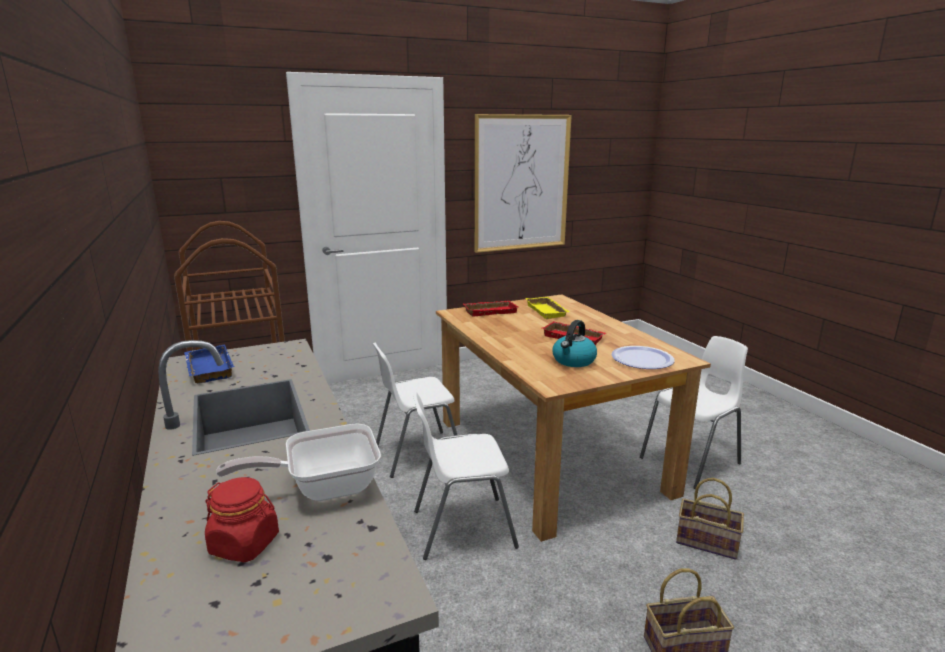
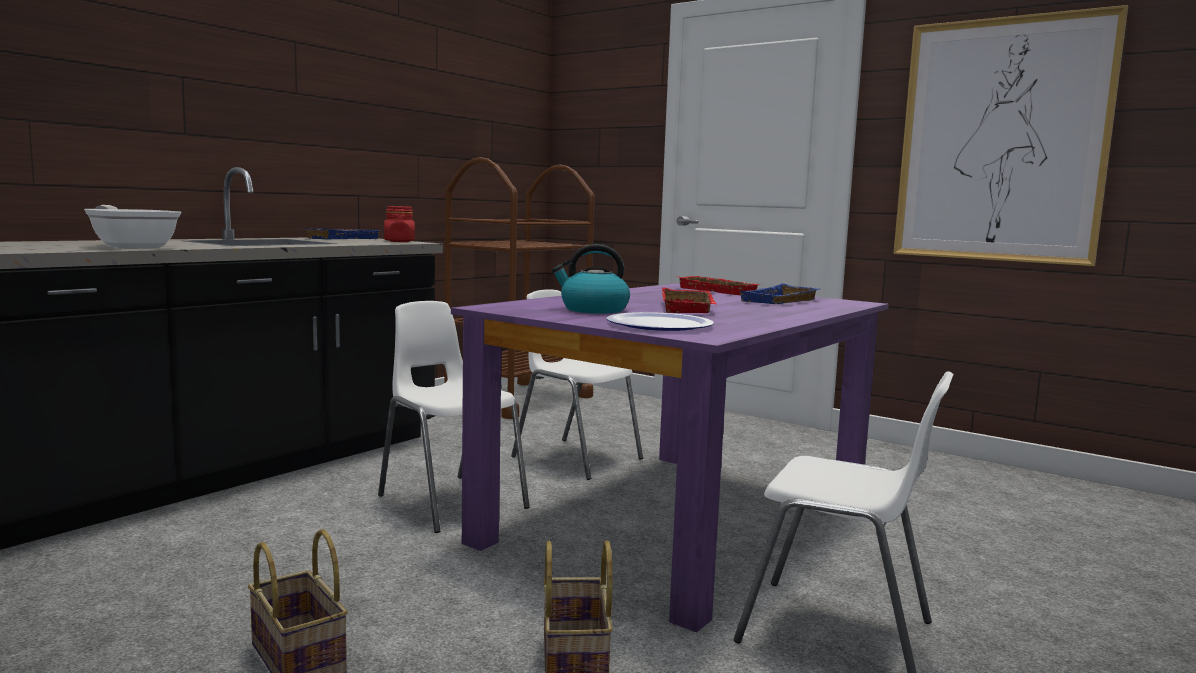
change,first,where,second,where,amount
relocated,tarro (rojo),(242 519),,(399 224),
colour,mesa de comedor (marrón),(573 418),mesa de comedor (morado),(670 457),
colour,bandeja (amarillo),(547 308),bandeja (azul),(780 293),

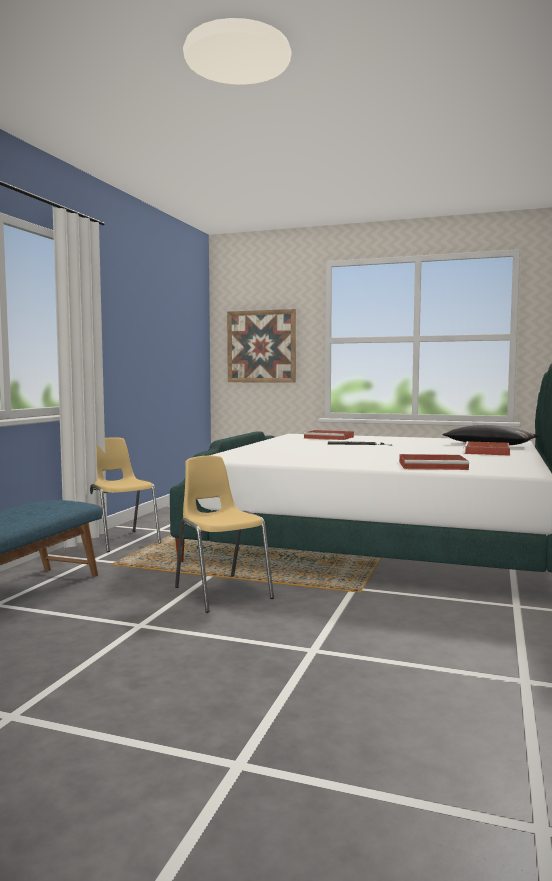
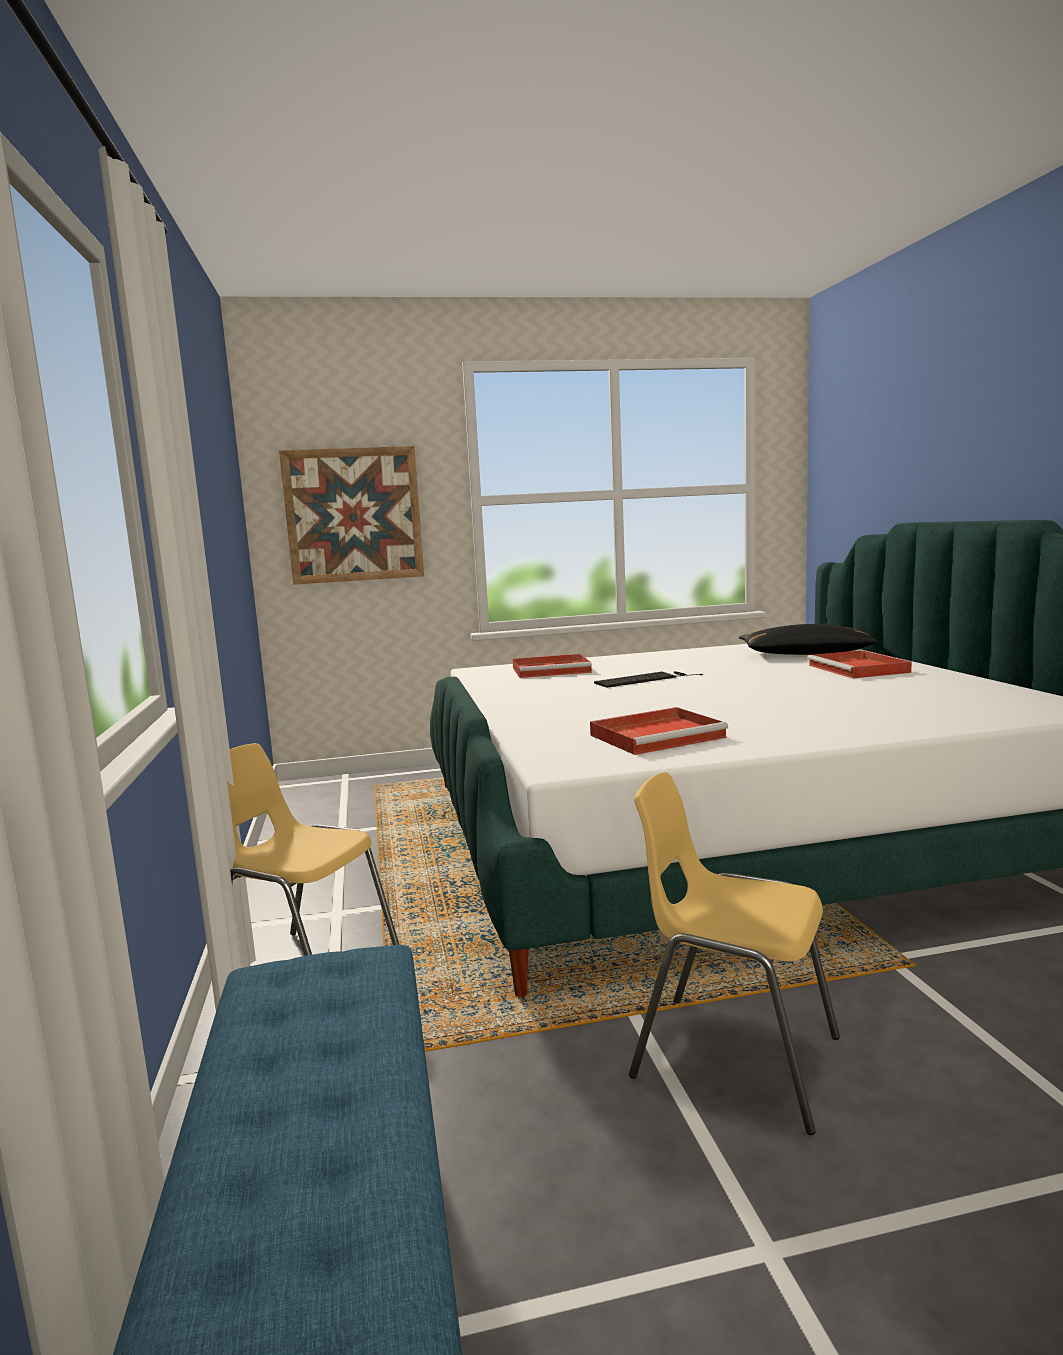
change,first,where,second,where,amount
relocated,bandeja (rojo),(434 462),,(659 731),

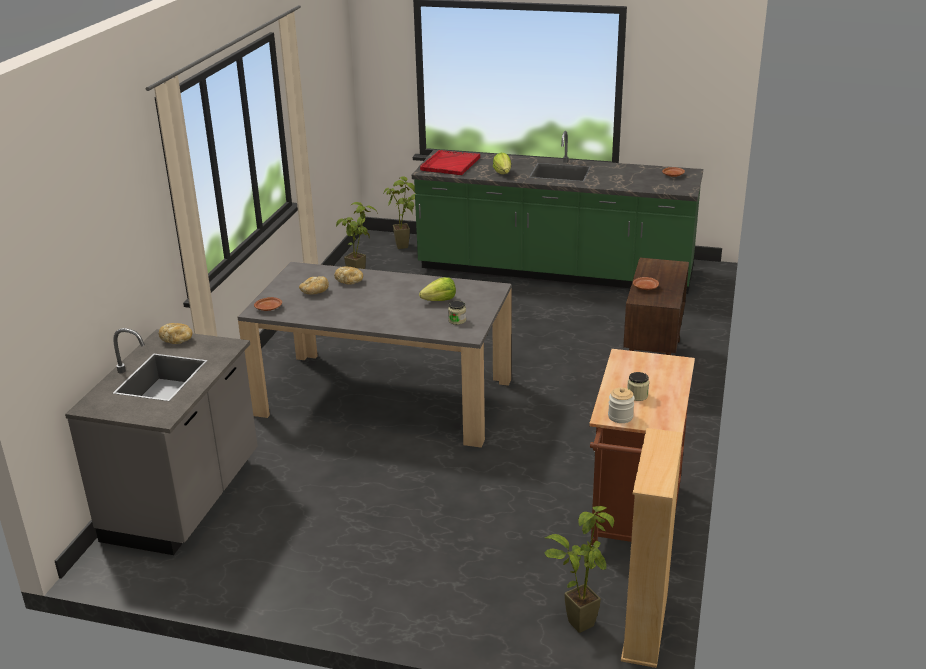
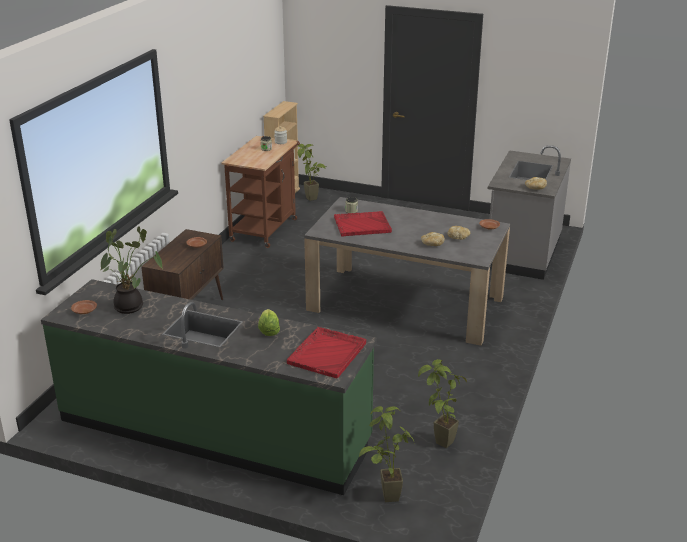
change,first,where,second,where,amount
exchanged,lechuga,(437 289),bandeja (rojo),(363 223),
appeared,,,planta en maceta,(132 270),

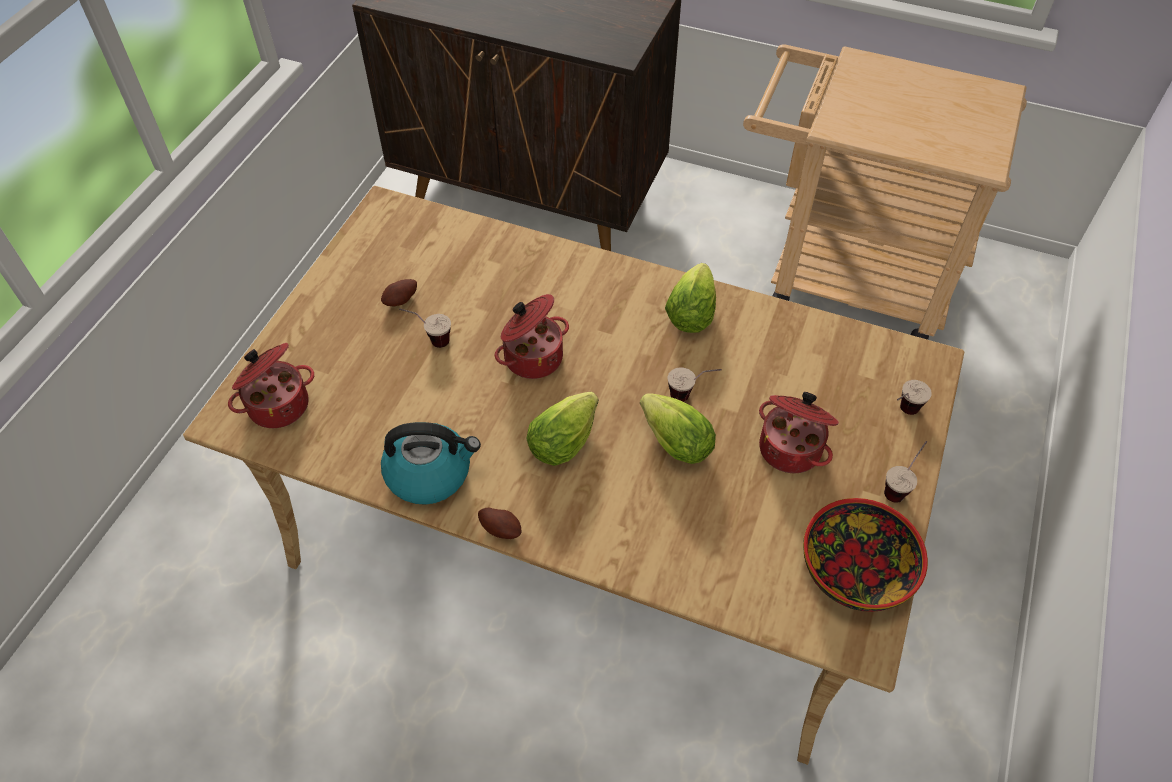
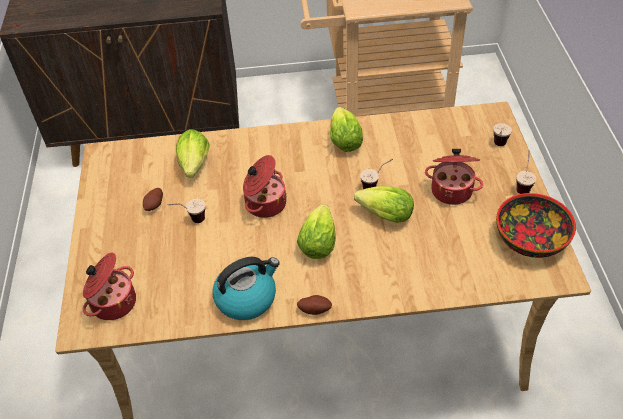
change,first,where,second,where,amount
appeared,,,lechuga,(192 153),

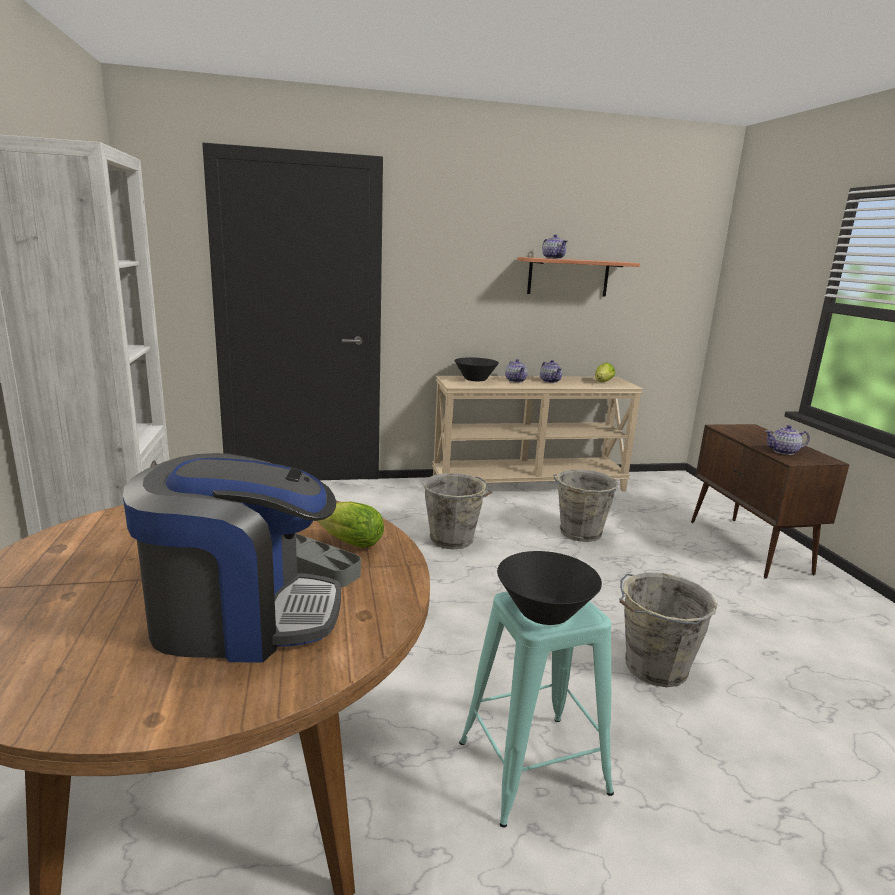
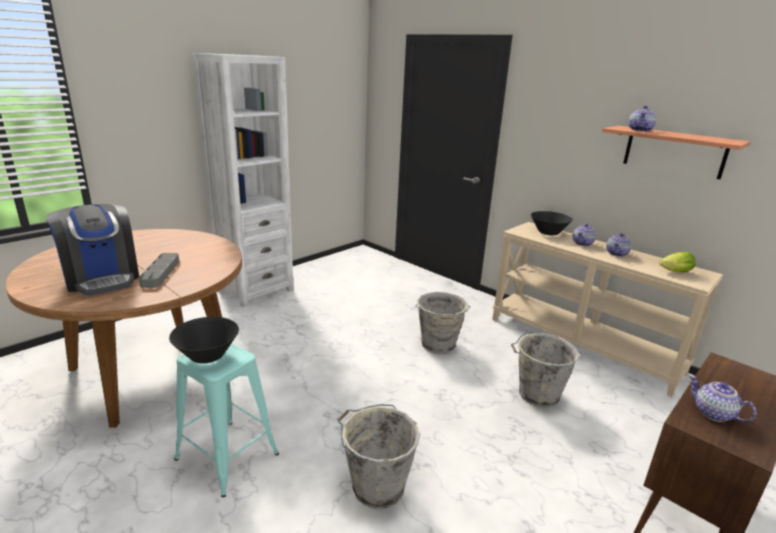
change,first,where,second,where,amount
missing,lechuga,(350 524),,,

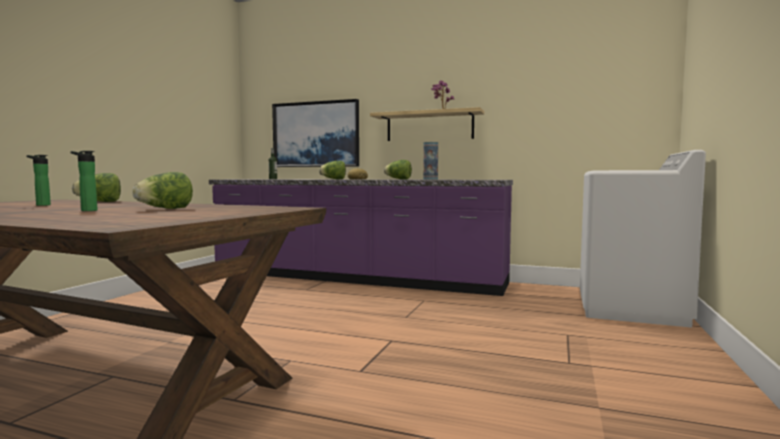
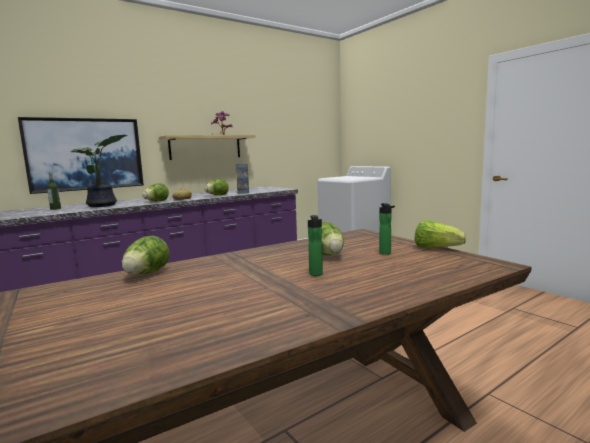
change,first,where,second,where,amount
relocated,botella,(38 180),,(387 229),
appeared,,,planta en maceta,(99 171),
appeared,,,lechuga,(440 234),

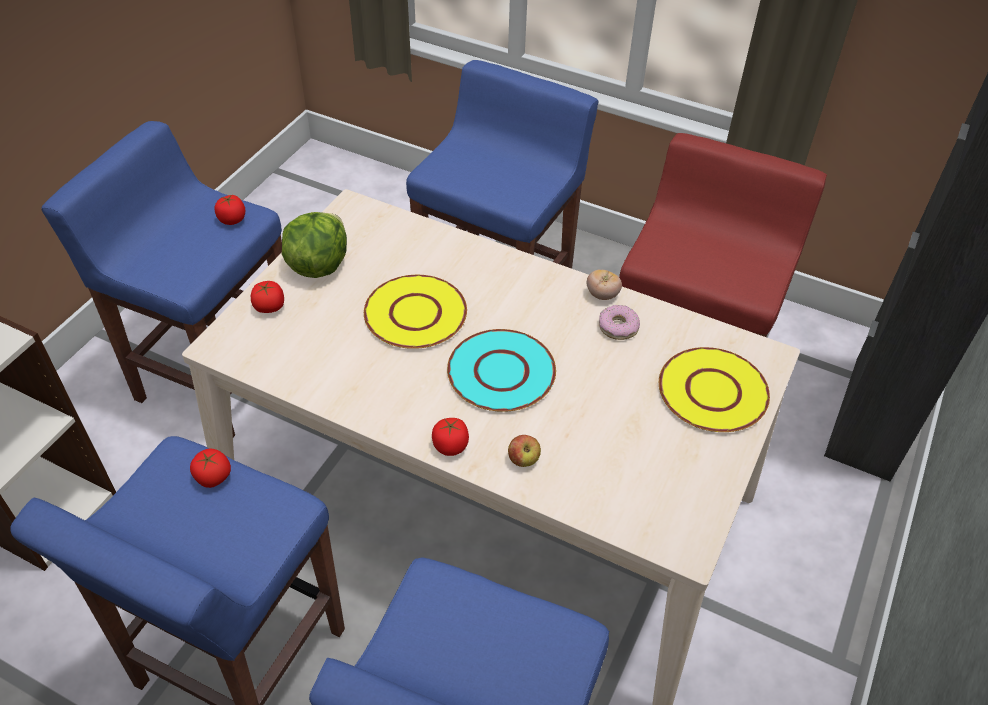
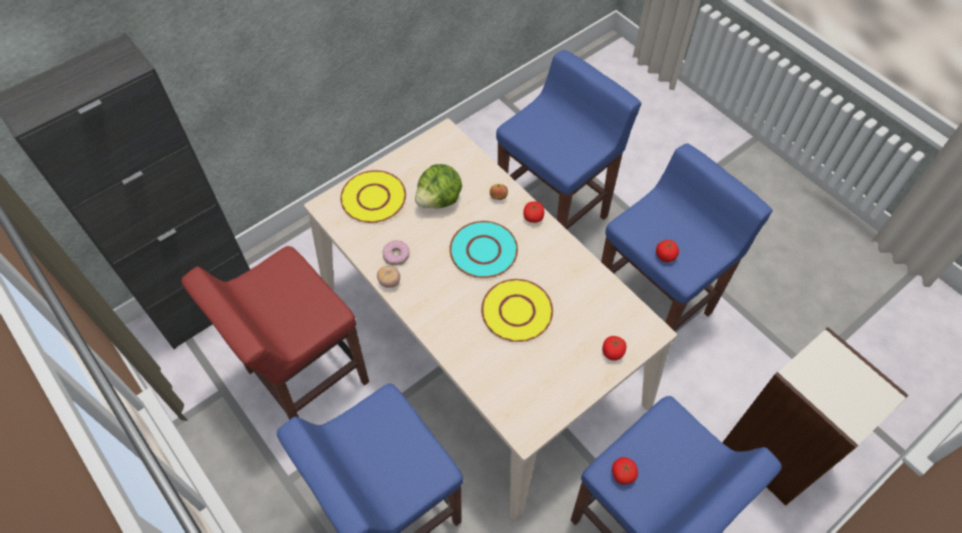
change,first,where,second,where,amount
relocated,lechuga,(314 245),,(438 186),

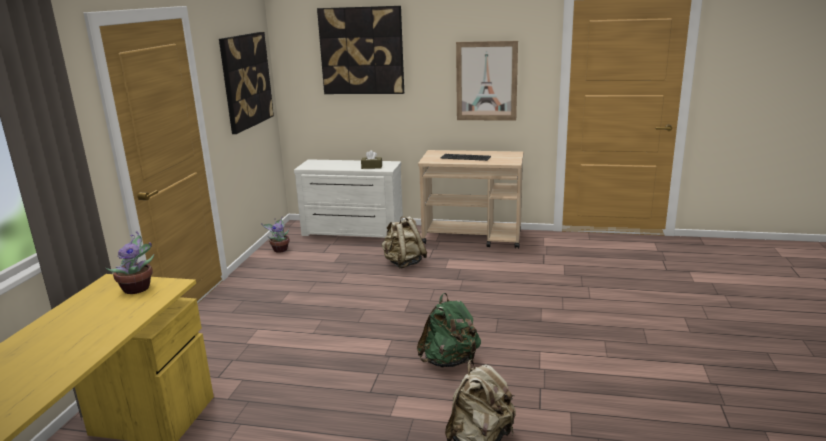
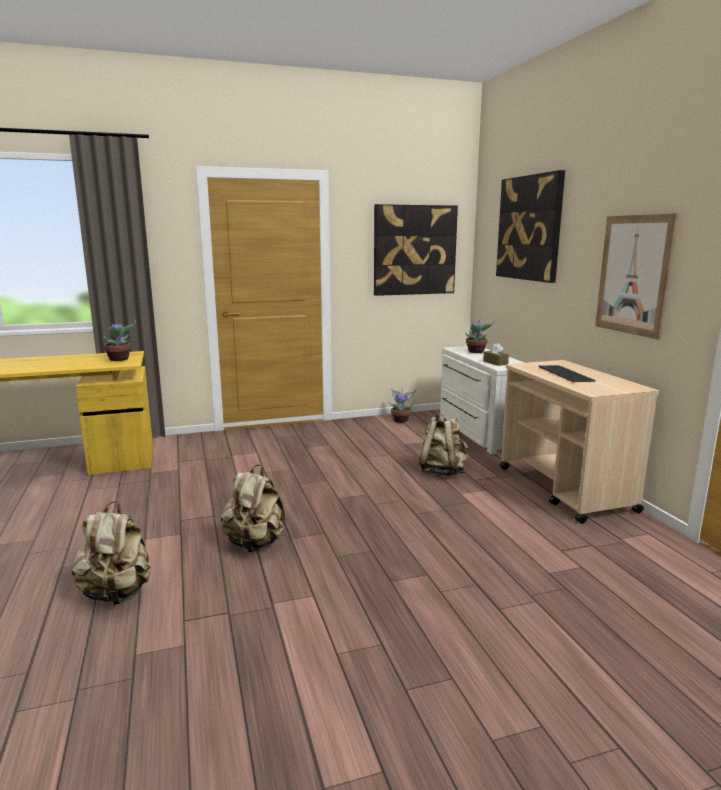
change,first,where,second,where,amount
colour,mochila (verde),(449 330),mochila (beis),(253 508),
appeared,,,planta en maceta,(480 335),

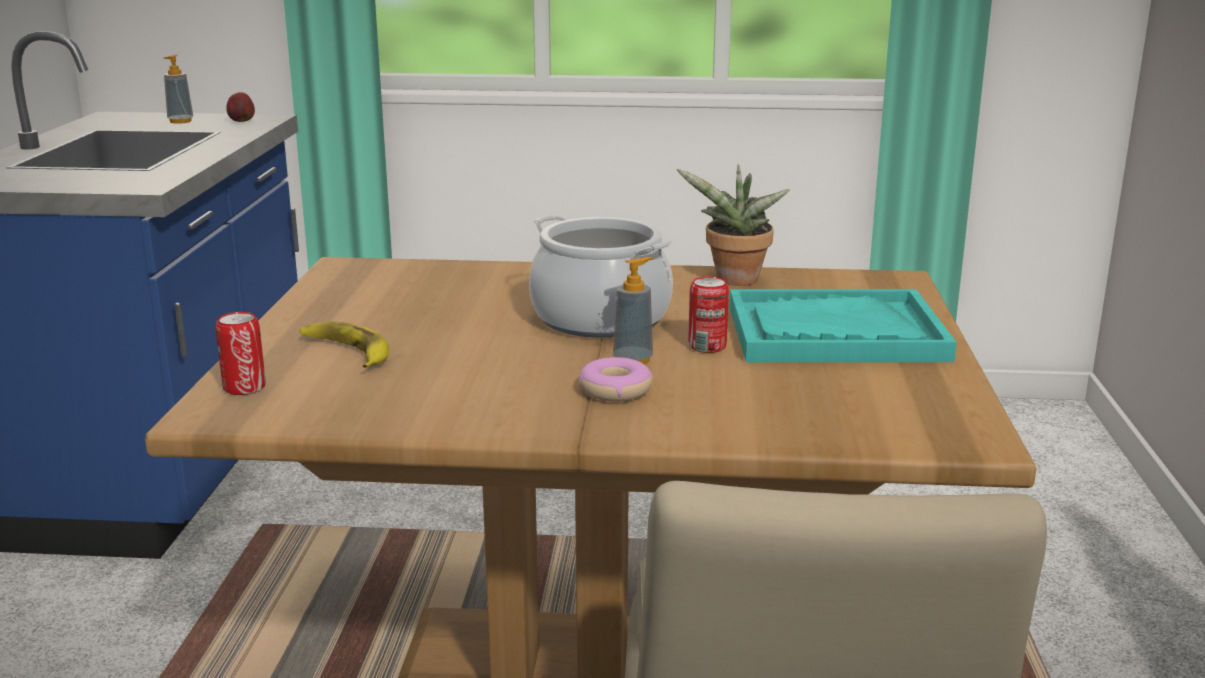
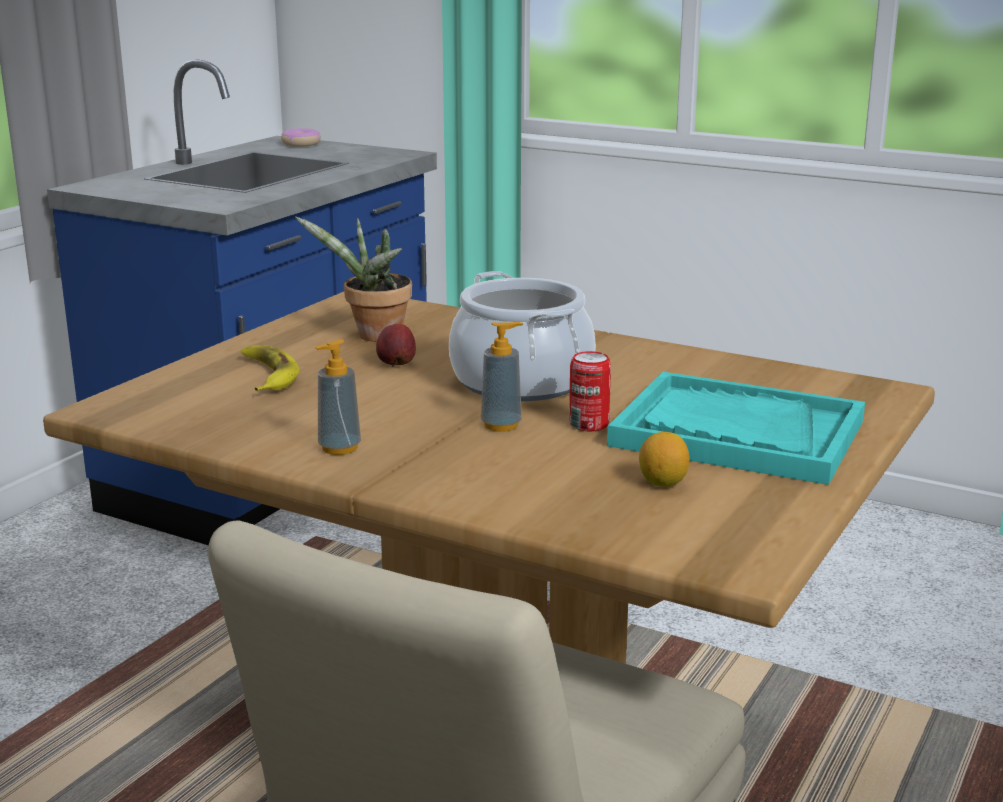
change,first,where,second,where,amount
relocated,dispensador de jabón,(178 89),,(338 397),
missing,lata,(240 353),,,
relocated,manzana,(240 107),,(396 345),
relocated,rosquilla,(616 379),,(301 137),
relocated,planta en maceta,(733 225),,(353 279),
appeared,,,limón,(664 459),

